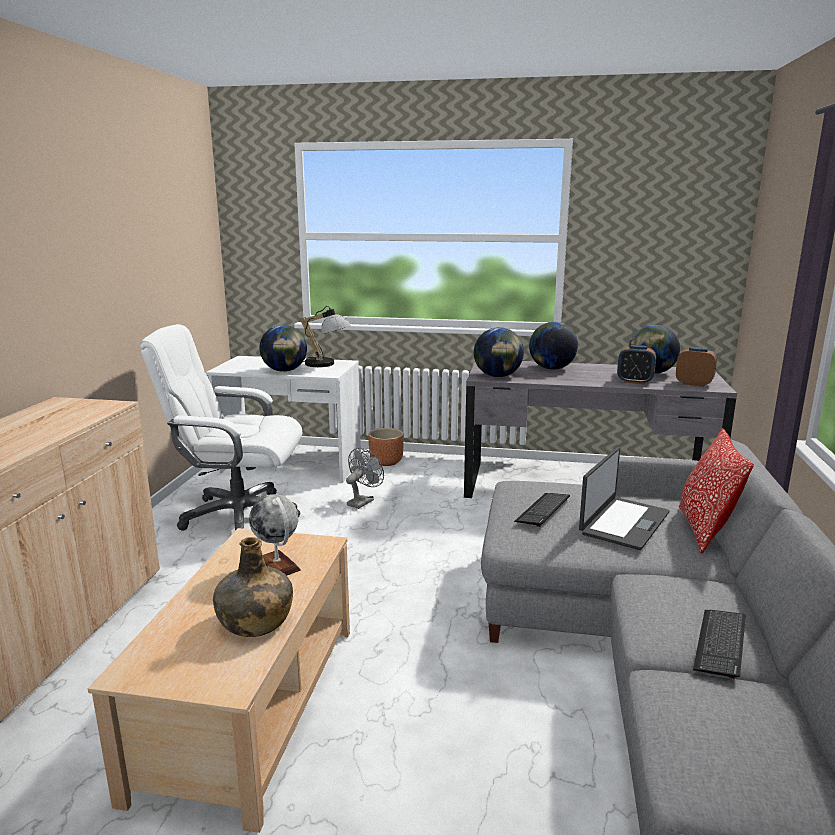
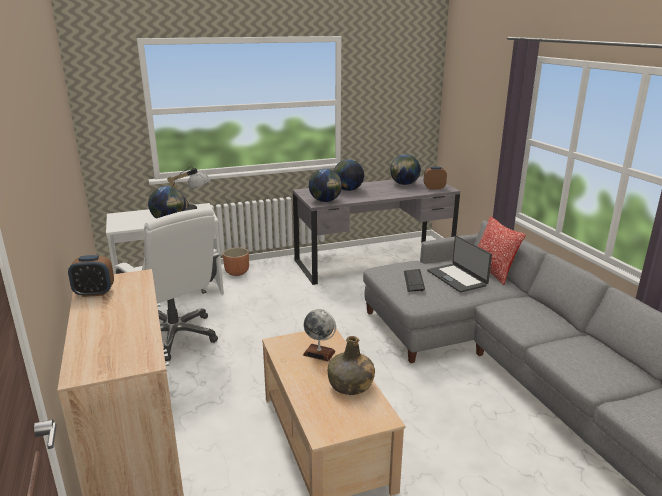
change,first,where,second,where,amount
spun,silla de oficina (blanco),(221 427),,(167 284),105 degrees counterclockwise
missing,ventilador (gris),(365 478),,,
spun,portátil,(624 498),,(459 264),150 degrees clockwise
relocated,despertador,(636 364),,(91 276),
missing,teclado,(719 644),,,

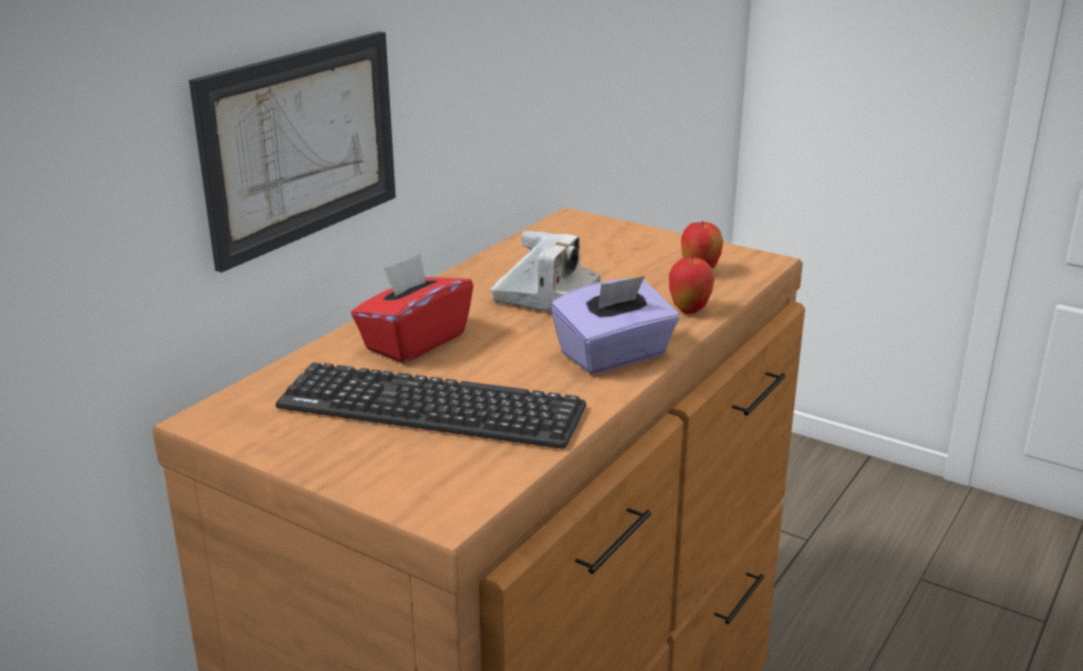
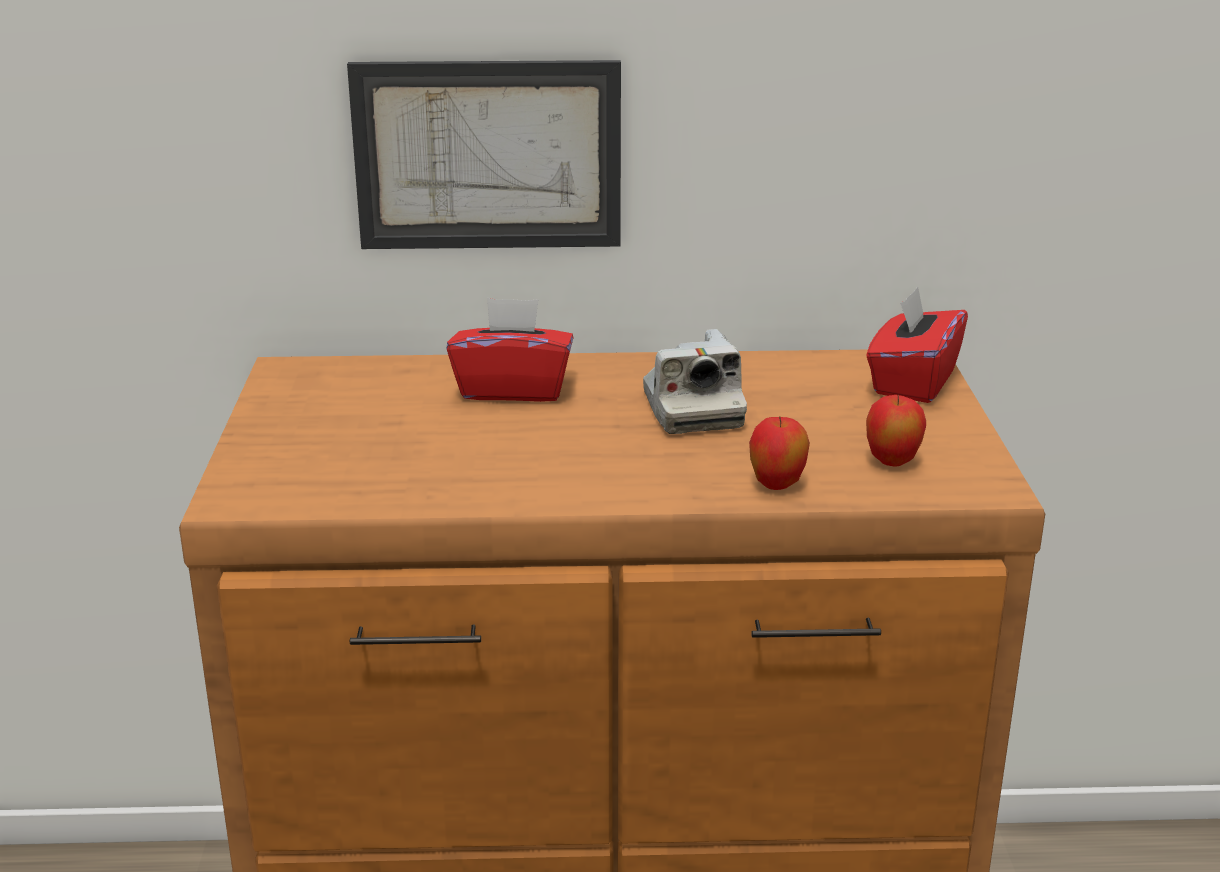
change,first,where,second,where,amount
missing,teclado,(430 406),,,
missing,caja de pañuelos (morado),(614 325),,,
appeared,,,caja de pañuelos (rojo),(917 345),

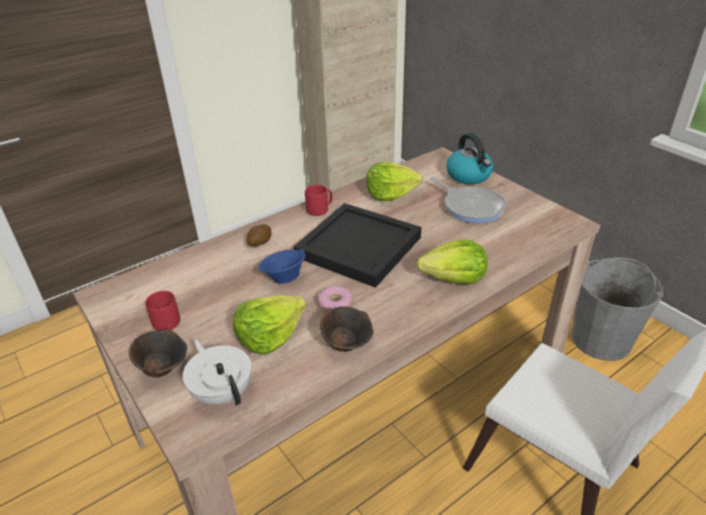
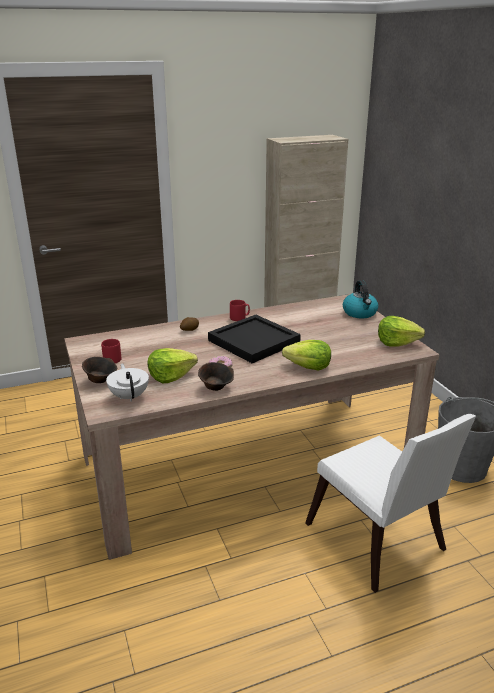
change,first,where,second,where,amount
missing,cuenco (azul),(282 266),,,
relocated,lechuga,(394 182),,(401 331),
missing,sartén,(468 200),,,

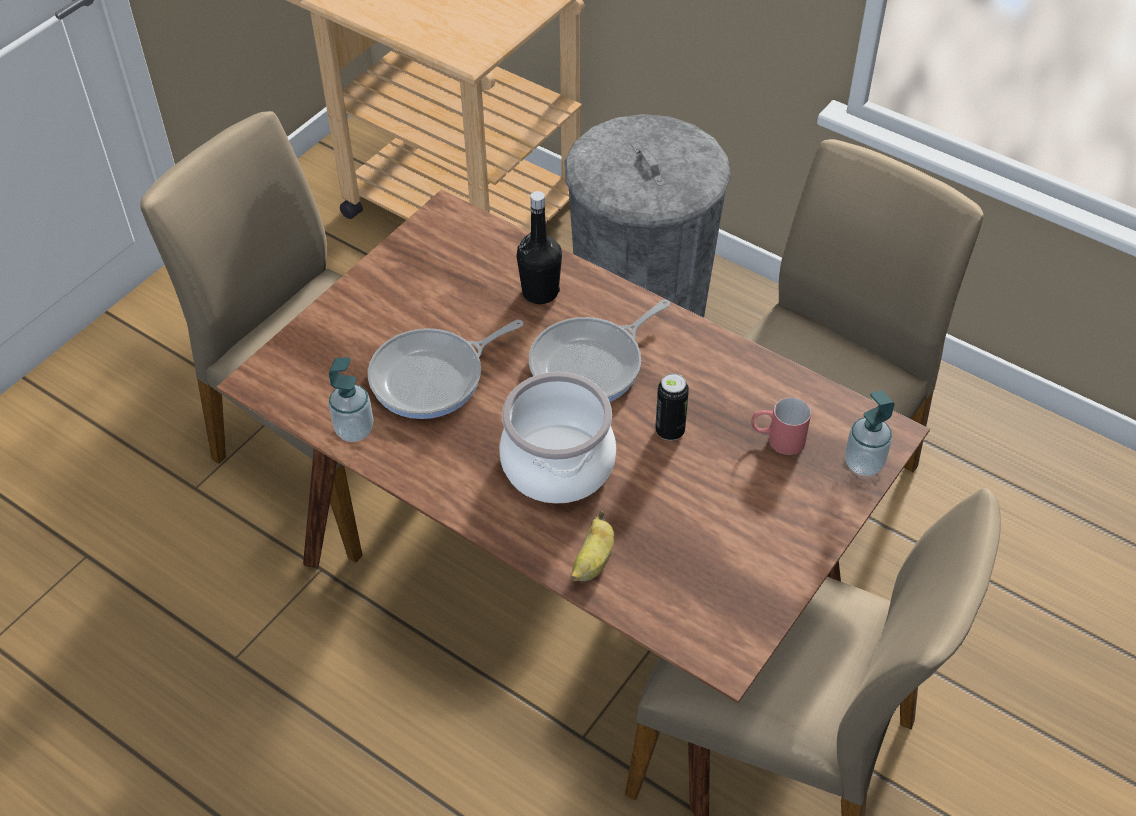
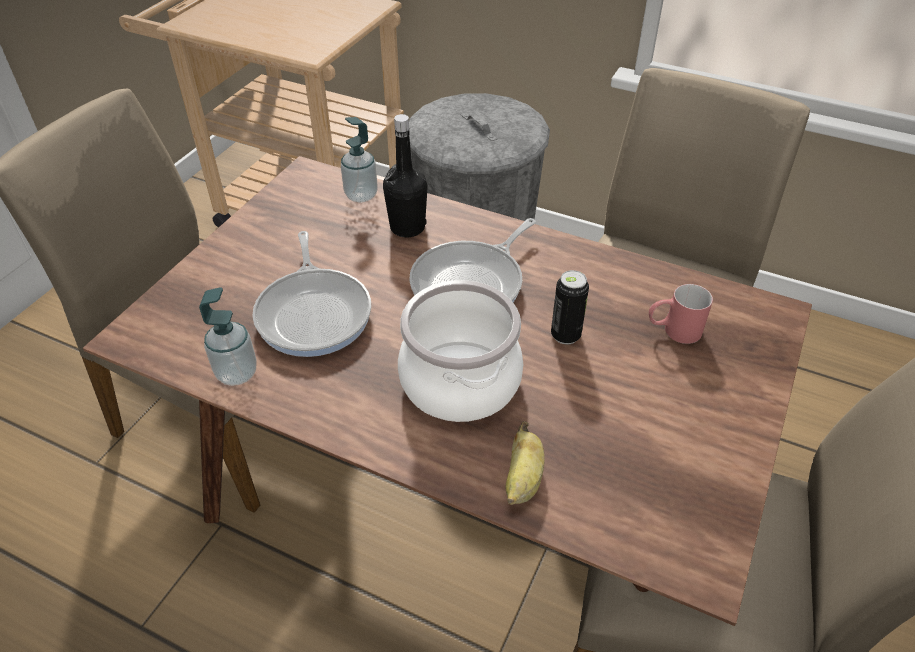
change,first,where,second,where,amount
spun,sartén,(445 369),,(311 294),60 degrees counterclockwise
relocated,dispensador de jabón,(869 433),,(359 159),

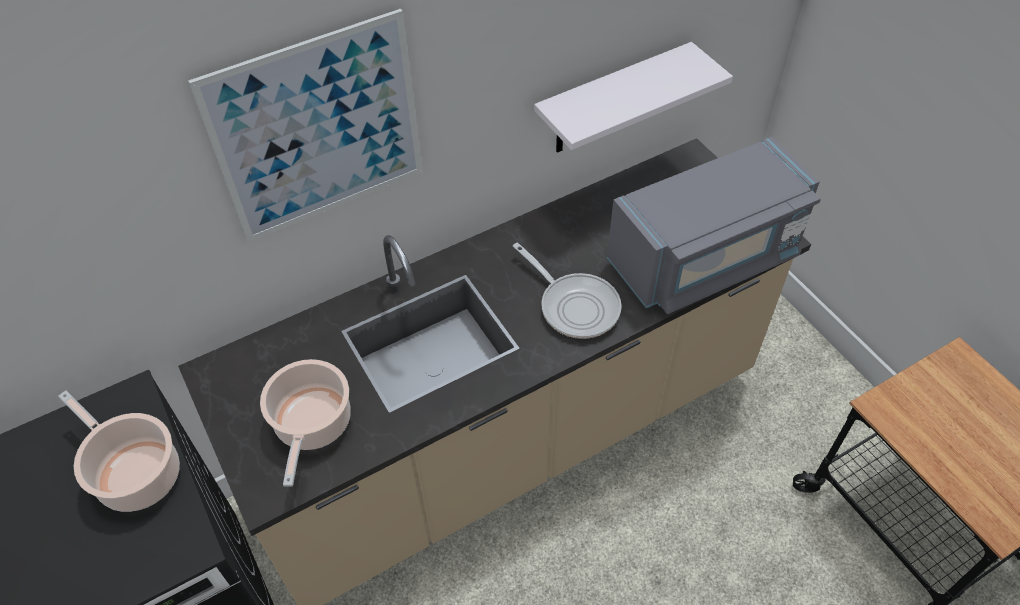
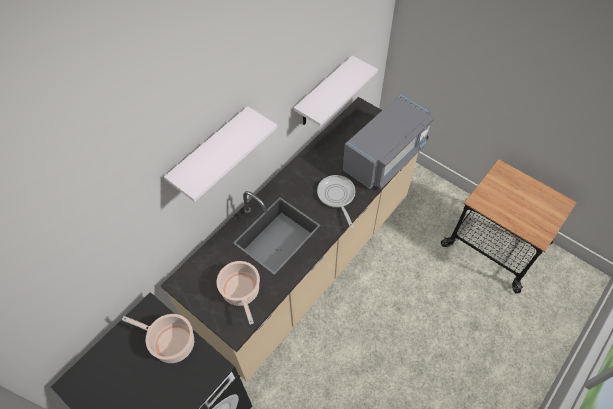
change,first,where,second,where,amount
exchanged,cuadro,(305 125),estante (blanco),(220 154),
spun,sartén,(567 291),,(336 202),135 degrees counterclockwise

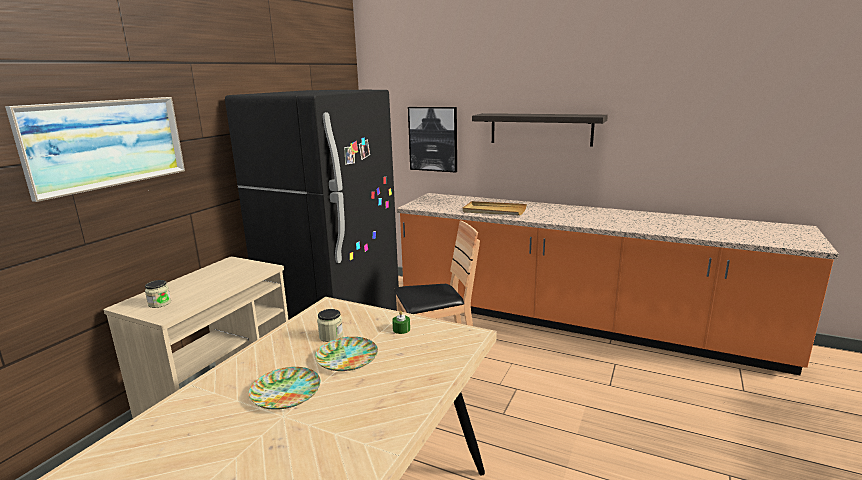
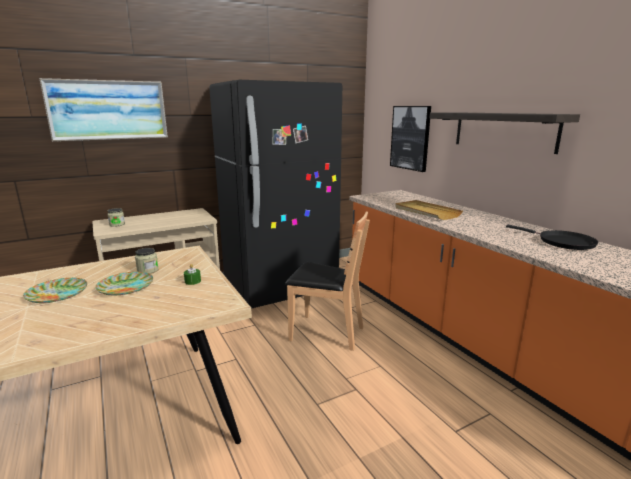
change,first,where,second,where,amount
appeared,,,sartén (negro),(552 237),

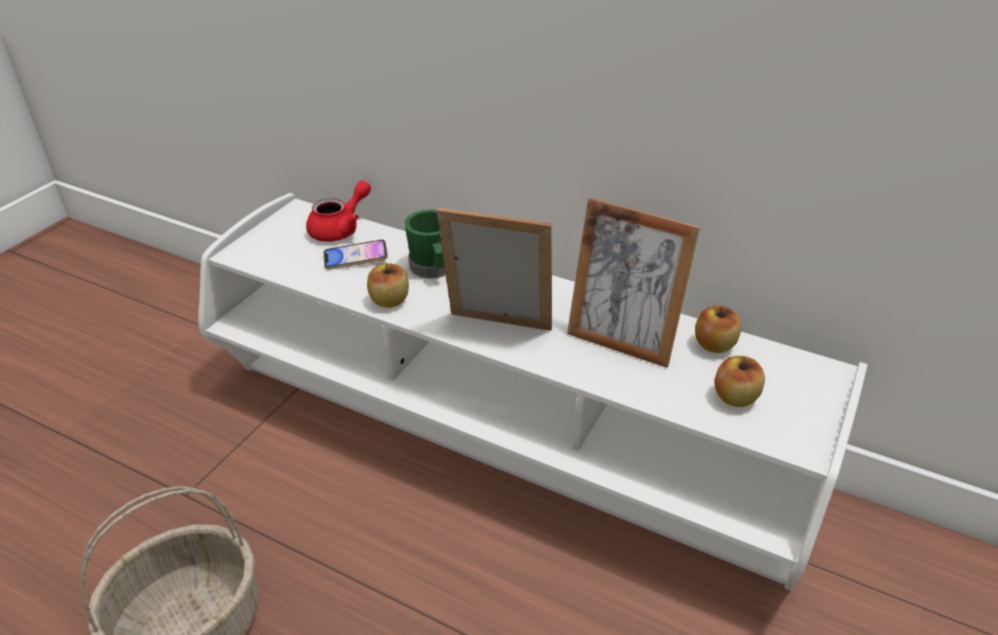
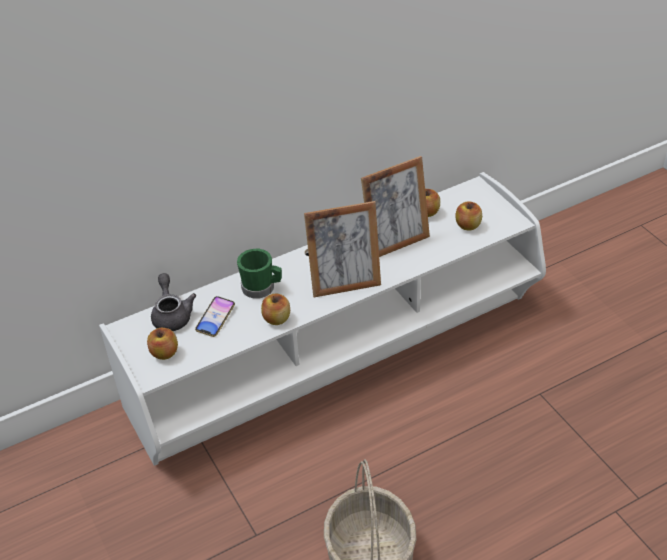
change,first,where,second,where,amount
colour,tetera (rojo),(338 211),tetera (gris),(173 302),
spun,portarretratos,(494 269),,(342 249),150 degrees counterclockwise
appeared,,,manzana,(162 344),

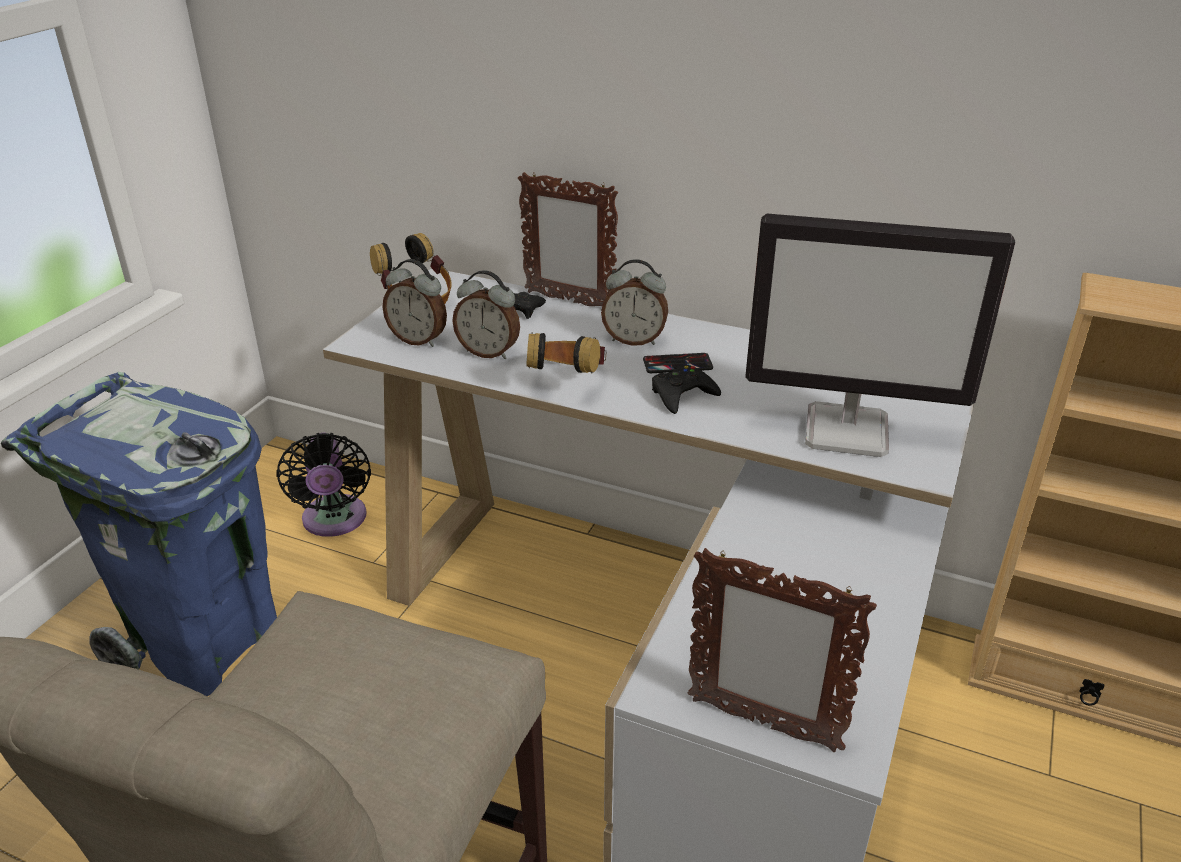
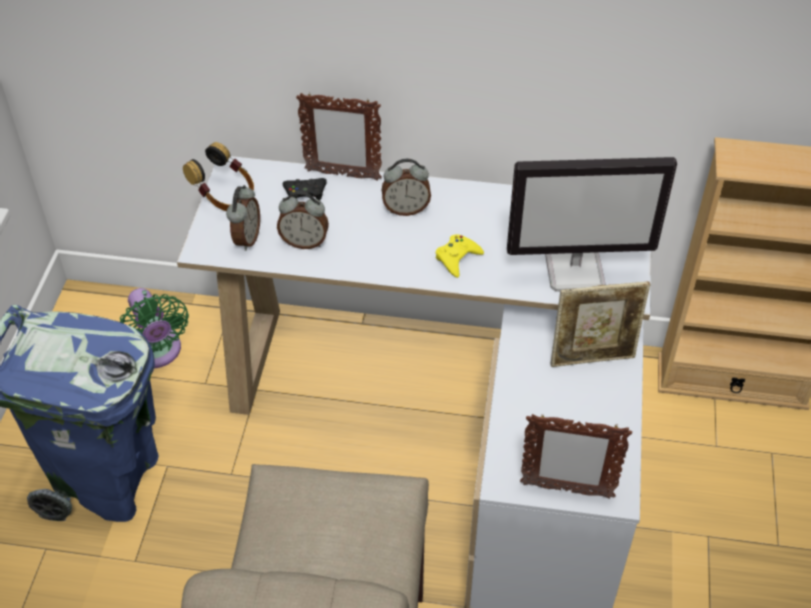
change,first,where,second,where,amount
colour,ventilador (negro),(323 485),ventilador (verde),(154 328),
spun,despertador,(414 303),,(243 218),90 degrees counterclockwise
missing,auriculares,(566 353),,,
missing,móvil,(678 363),,,
colour,mando de consola (negro),(686 389),mando de consola (amarillo),(460 256),
appeared,,,portarretratos,(601 324),

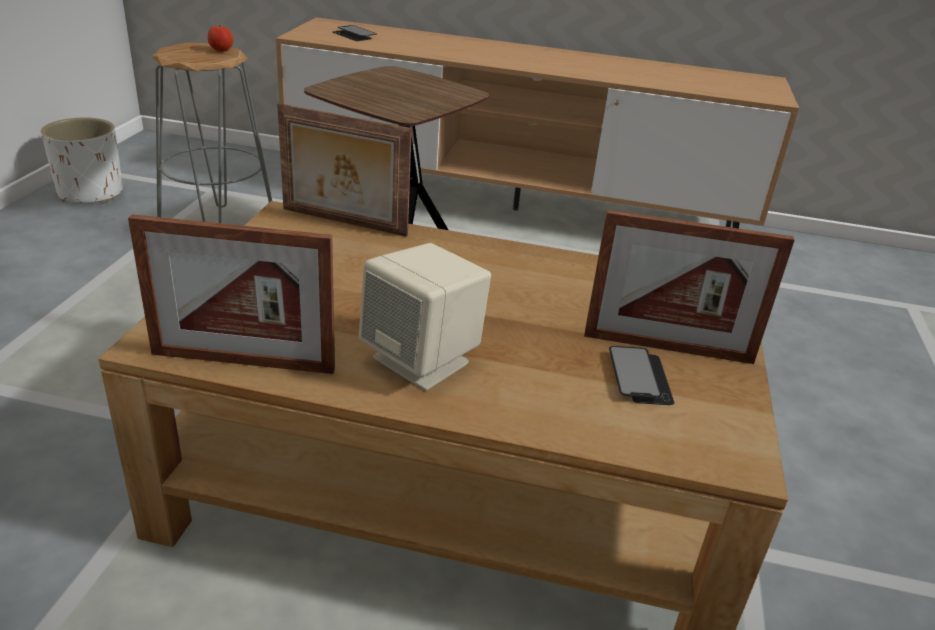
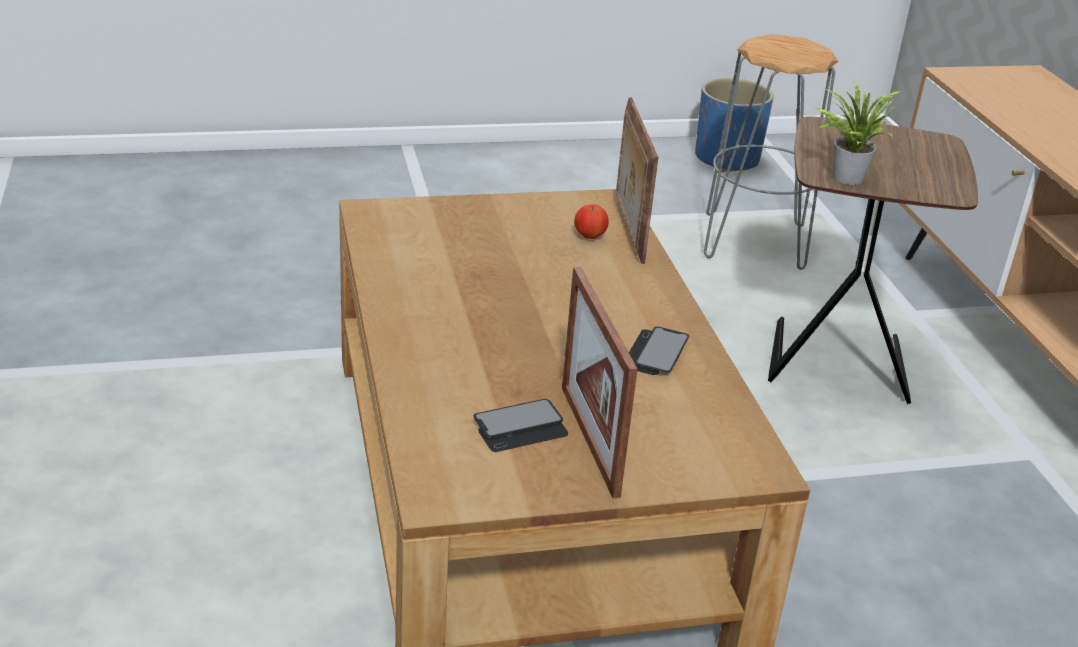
change,first,where,second,where,amount
colour,maceta (blanco),(82 160),maceta (azul),(734 125),
missing,portarretratos,(231 294),,,
relocated,manzana,(220 39),,(591 221),
relocated,móvil,(354 33),,(659 351),
missing,altavoz (beis),(425 317),,,
appeared,,,planta en maceta,(857 133),

